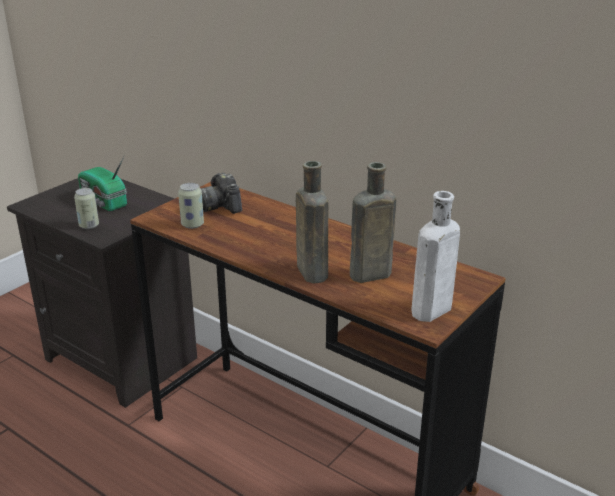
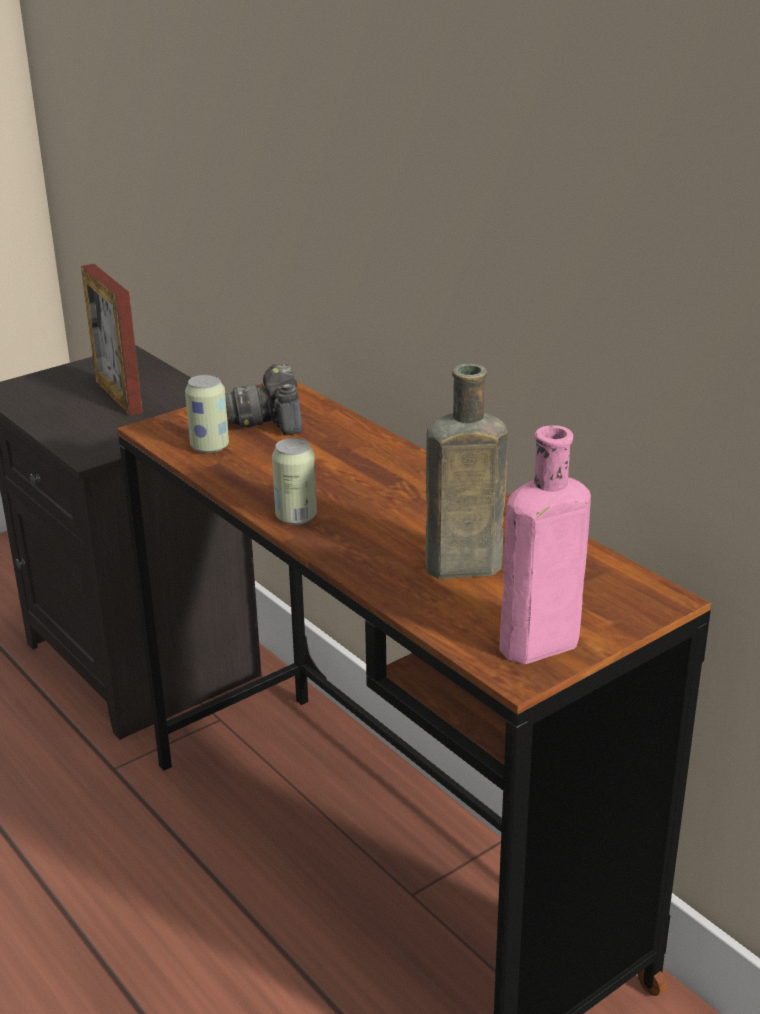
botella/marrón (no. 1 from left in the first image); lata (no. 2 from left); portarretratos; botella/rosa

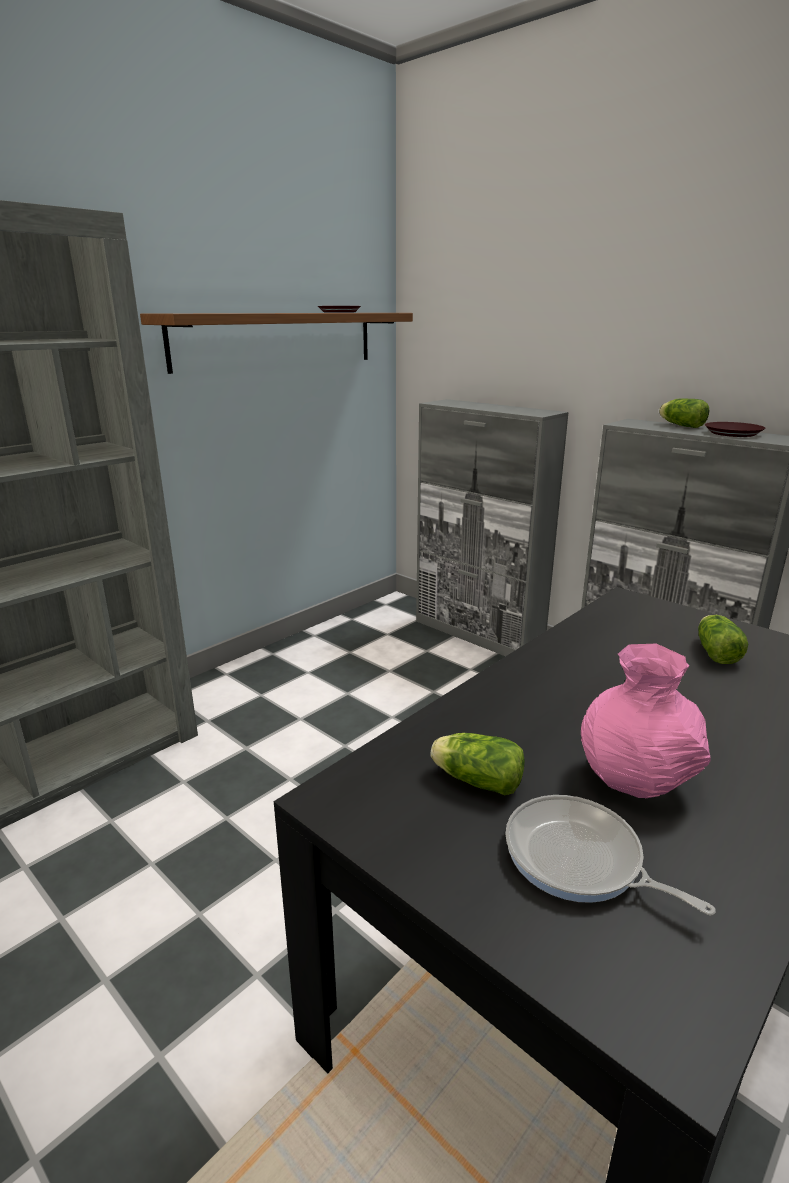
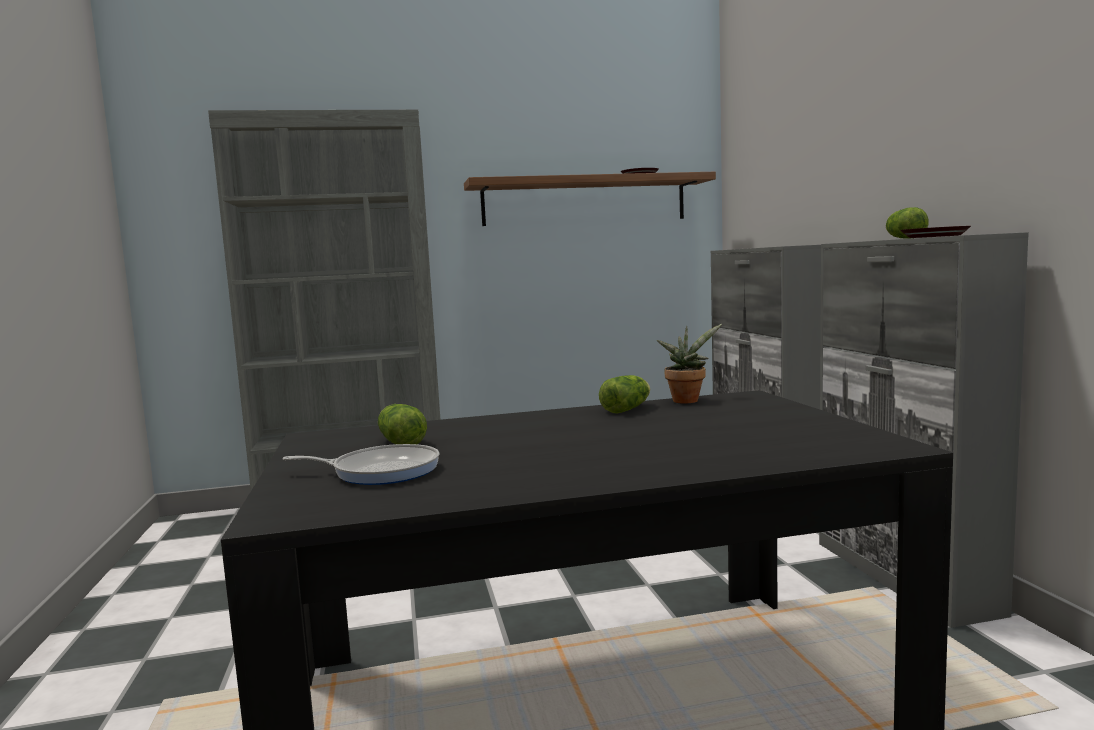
florero/rosa; planta en maceta; lechuga (no. 2 from left); sartén

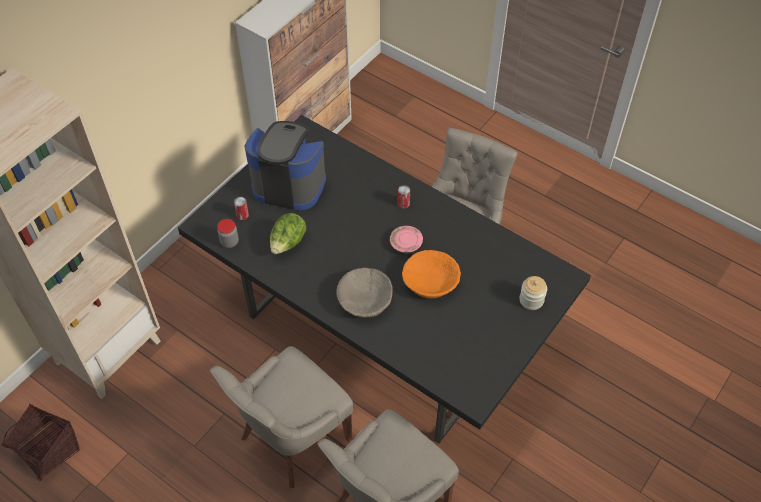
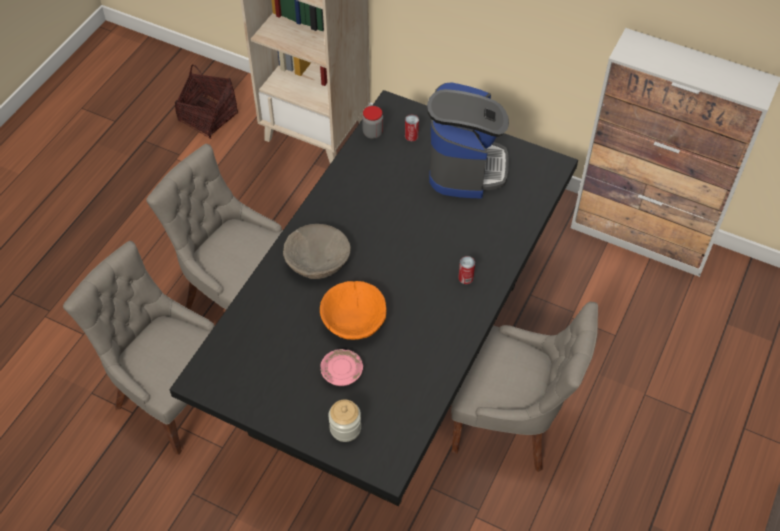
lechuga; plato/rosa

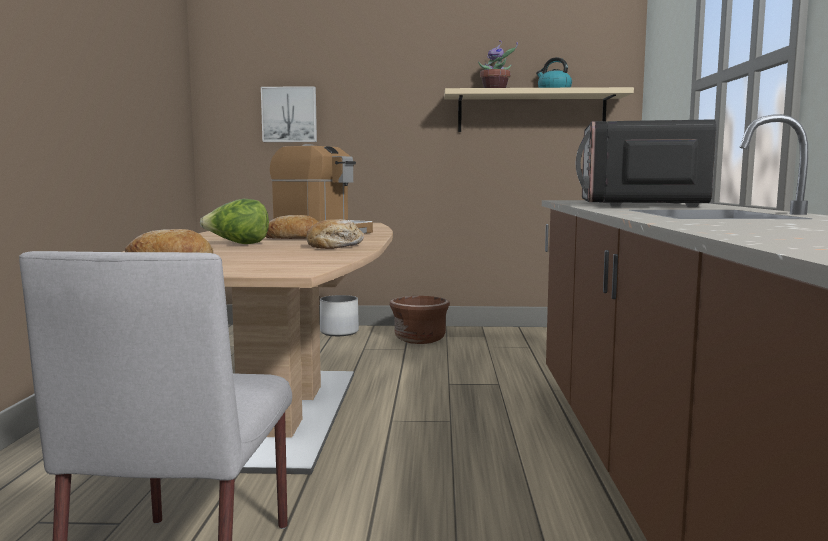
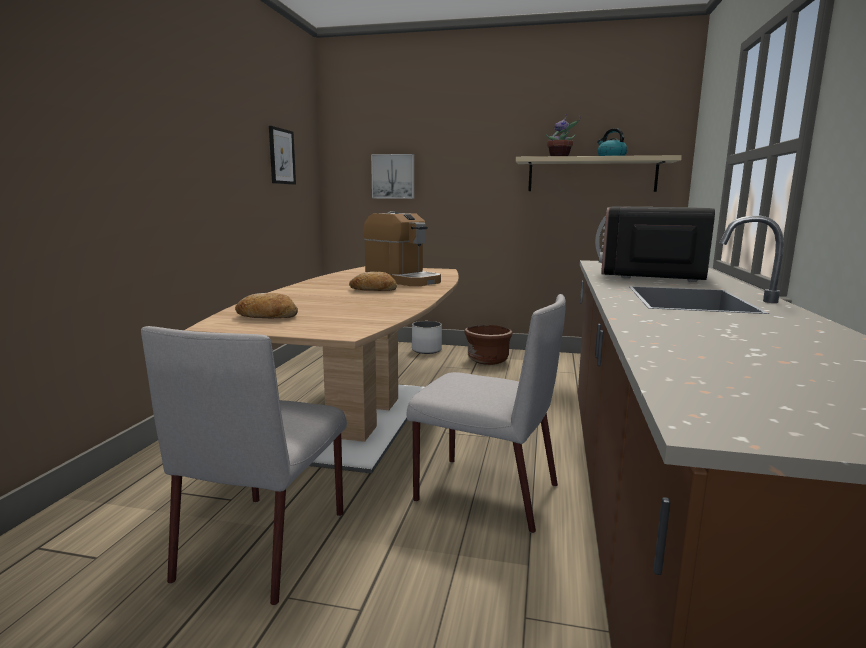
lechuga; pan (no. 3 from left in the first image); cuadro (no. 1 from left); silla/gris (no. 2 from left)

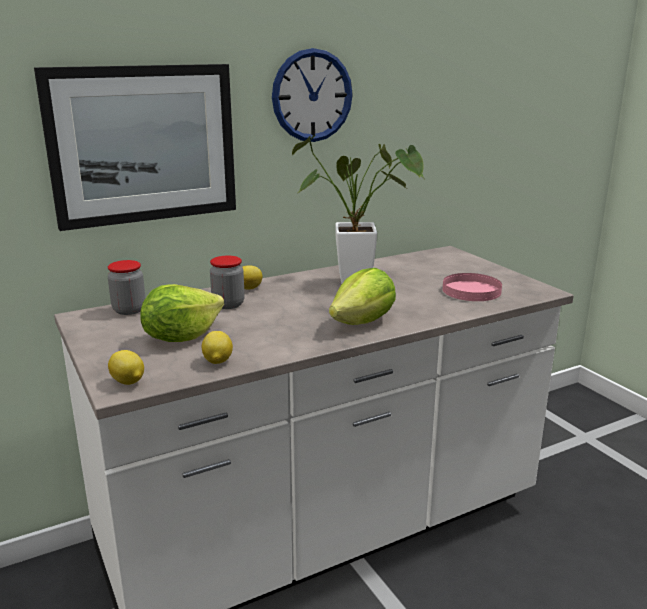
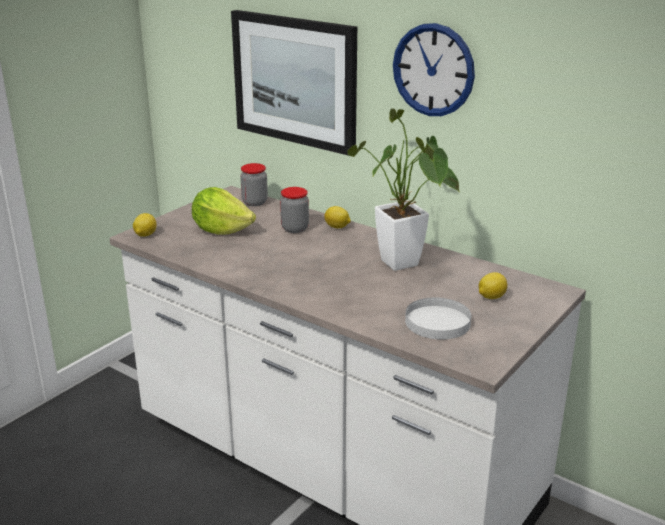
lechuga (no. 2 from left in the first image); limón (no. 3 from left); plato/blanco

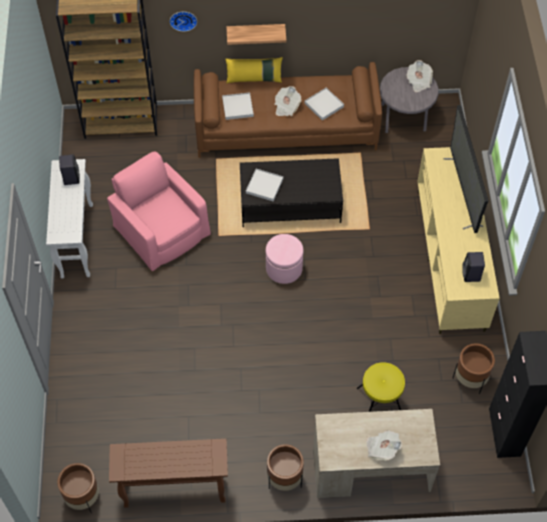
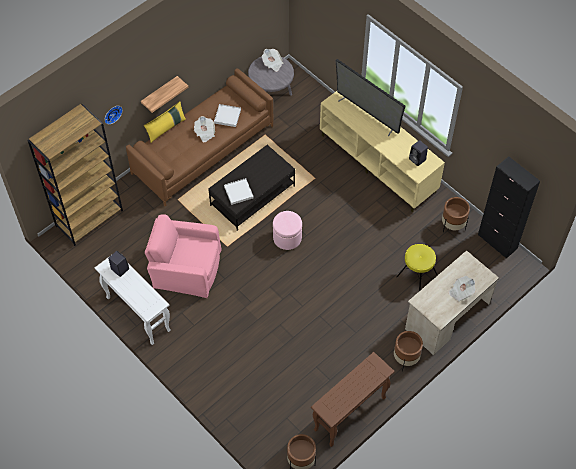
bandeja/blanco (no. 1 from left in the first image)

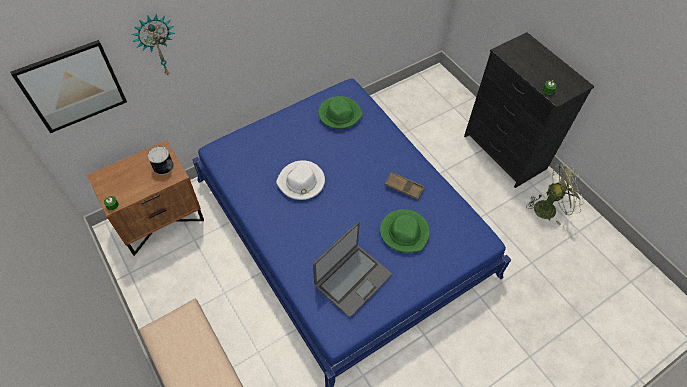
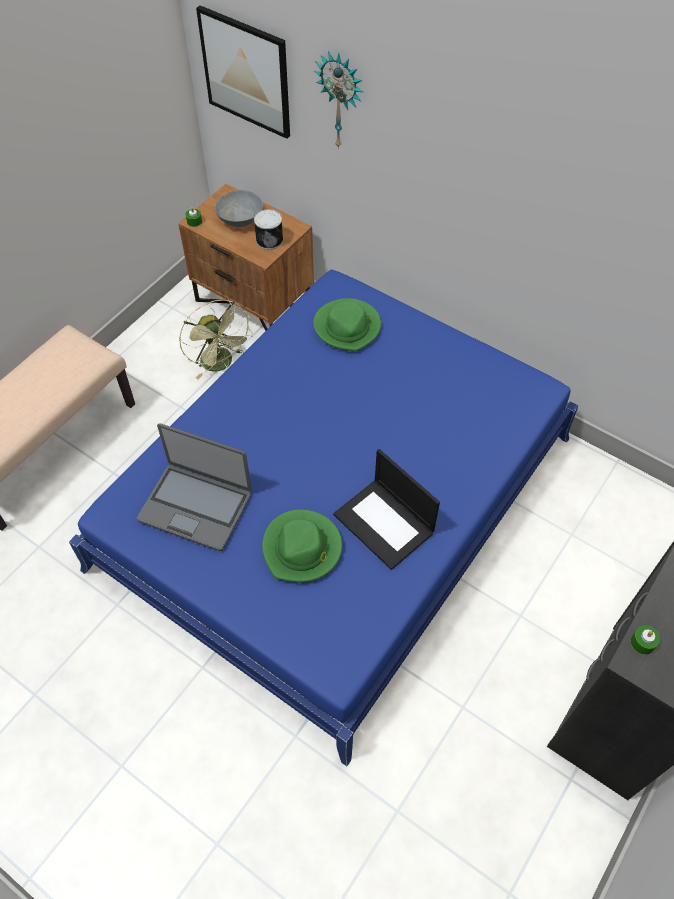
sombrero/blanco; cuenco/gris; sombrero/verde (no. 2 from left); ventilador/verde; portátil (no. 2 from left)

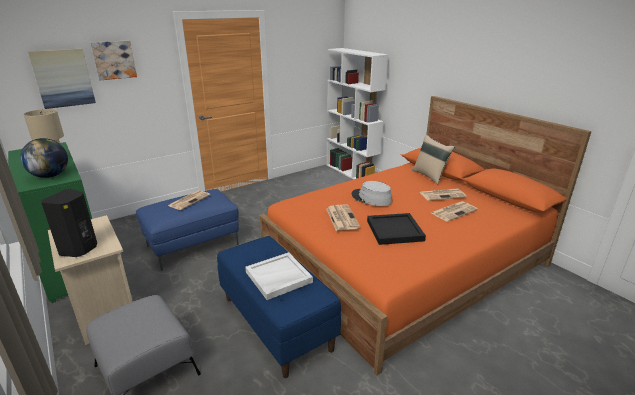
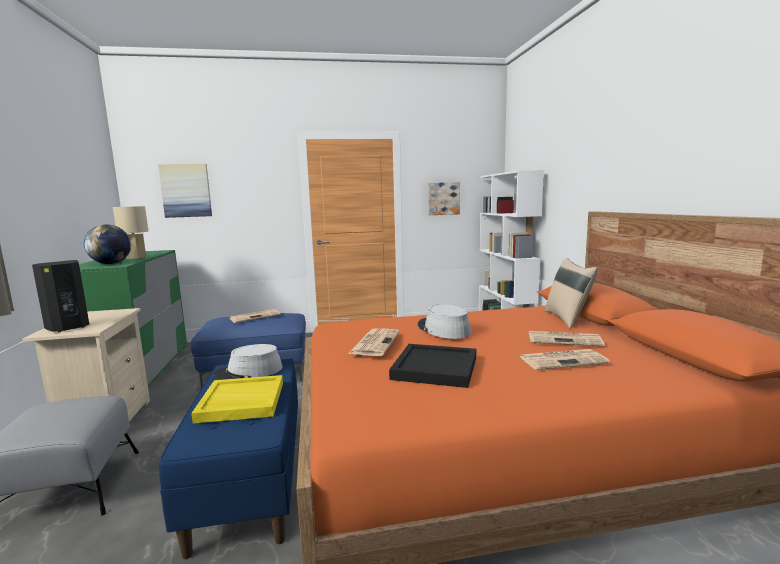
sombrero/gris (no. 1 from left); cuadro (no. 2 from left); bandeja/amarillo

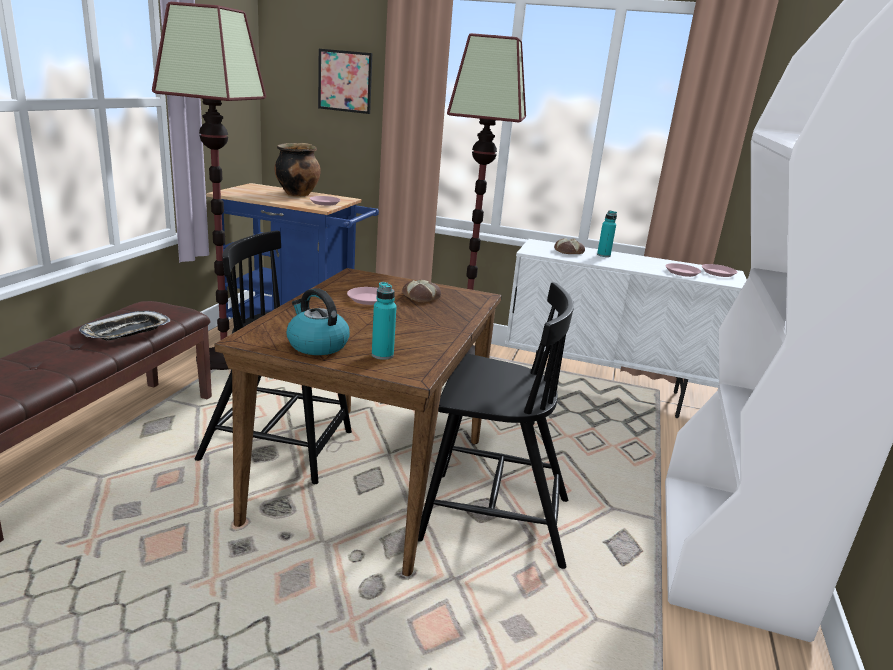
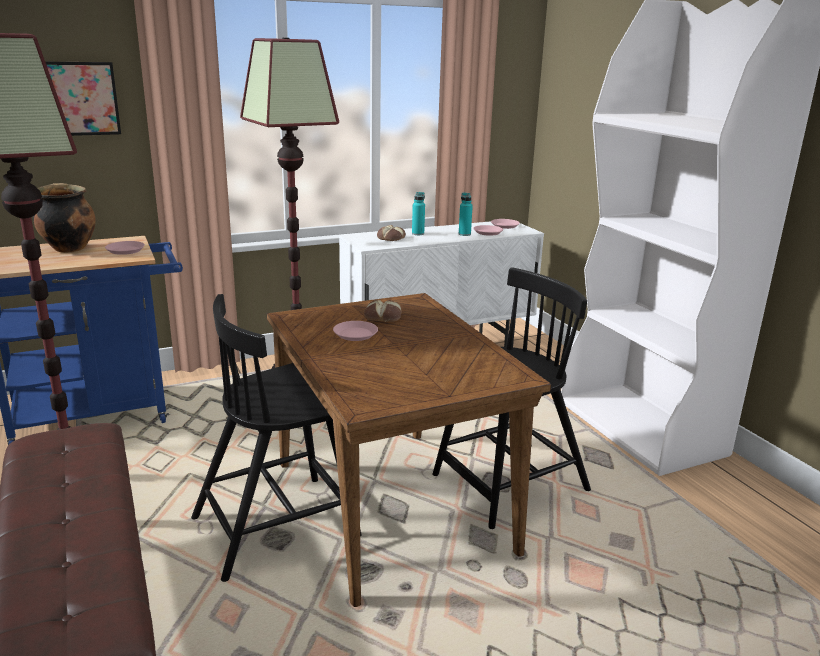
bandeja; hervidor; botella/turquesa (no. 2 from left)

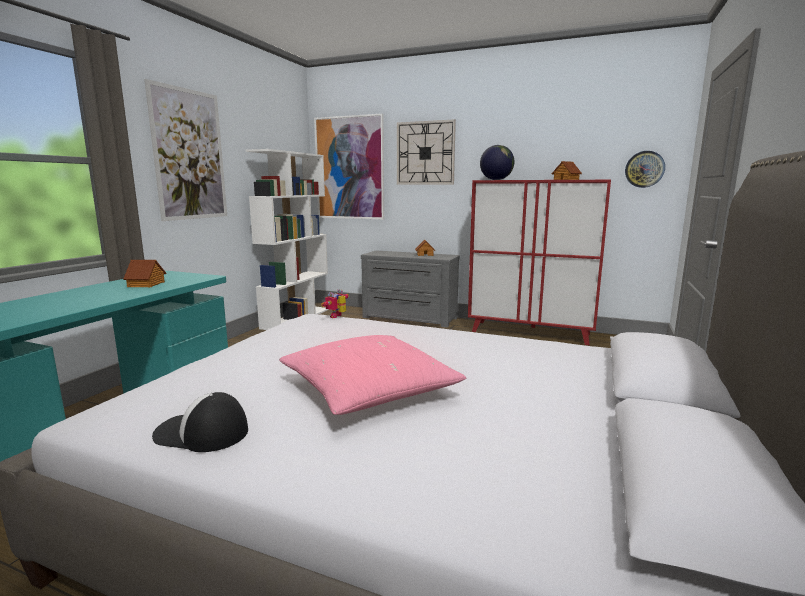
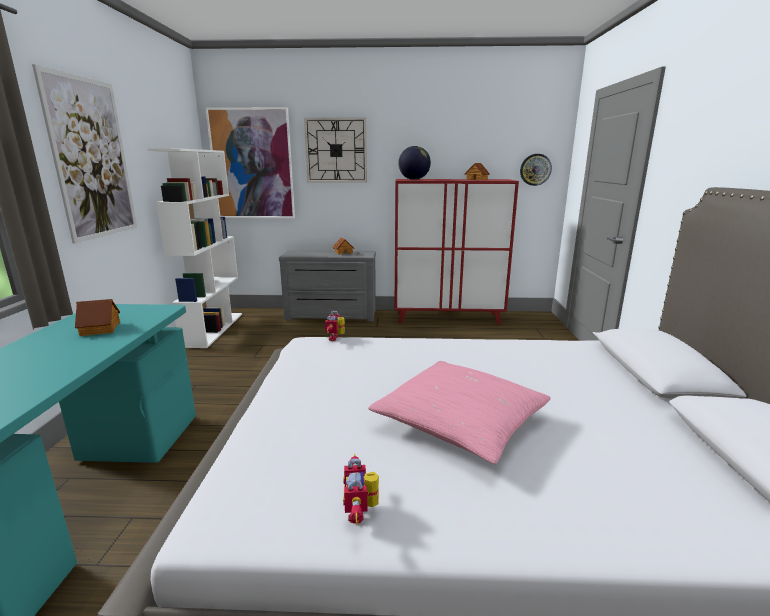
robot de juguete (no. 2 from left)

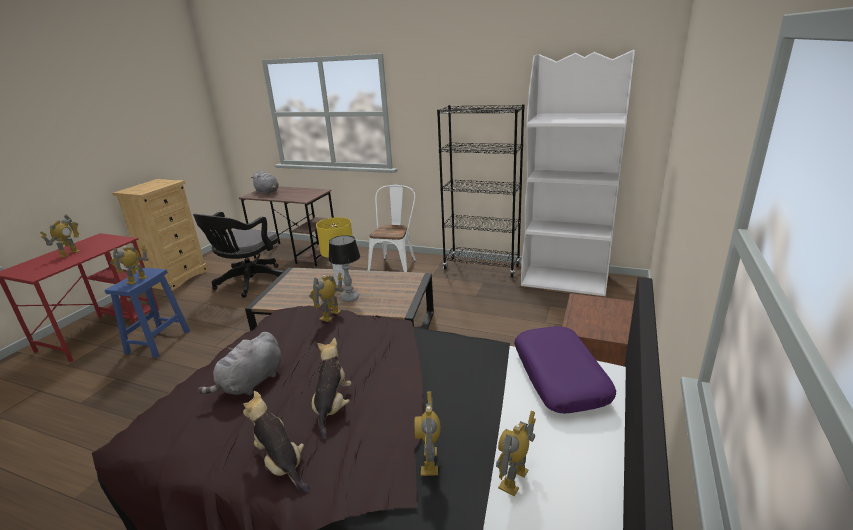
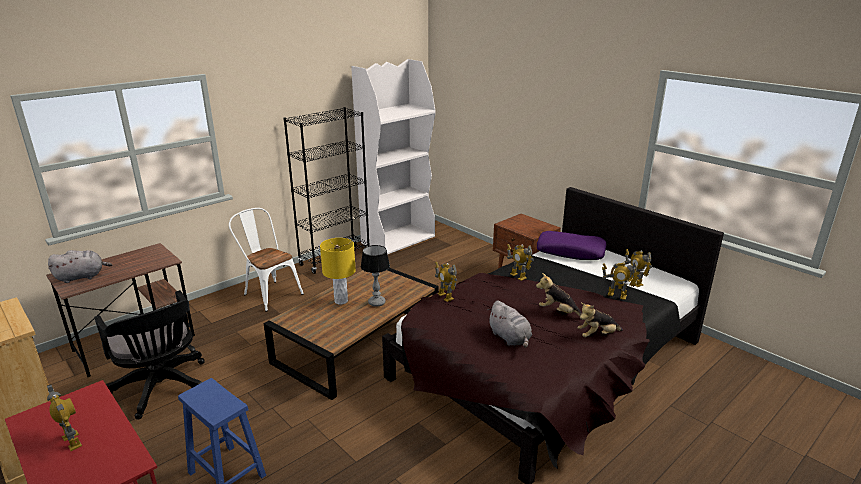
robot de juguete (no. 3 from left)

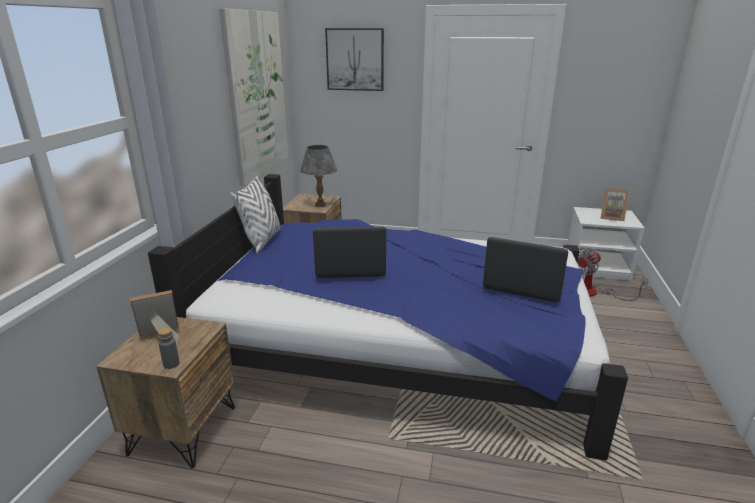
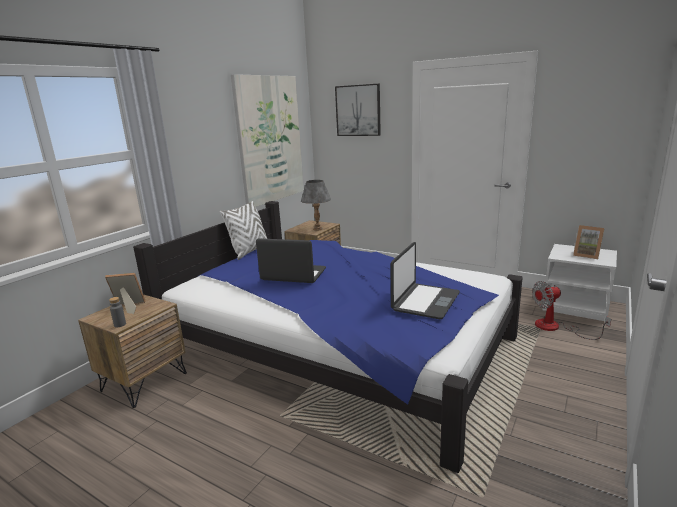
portátil (no. 2 from left)

